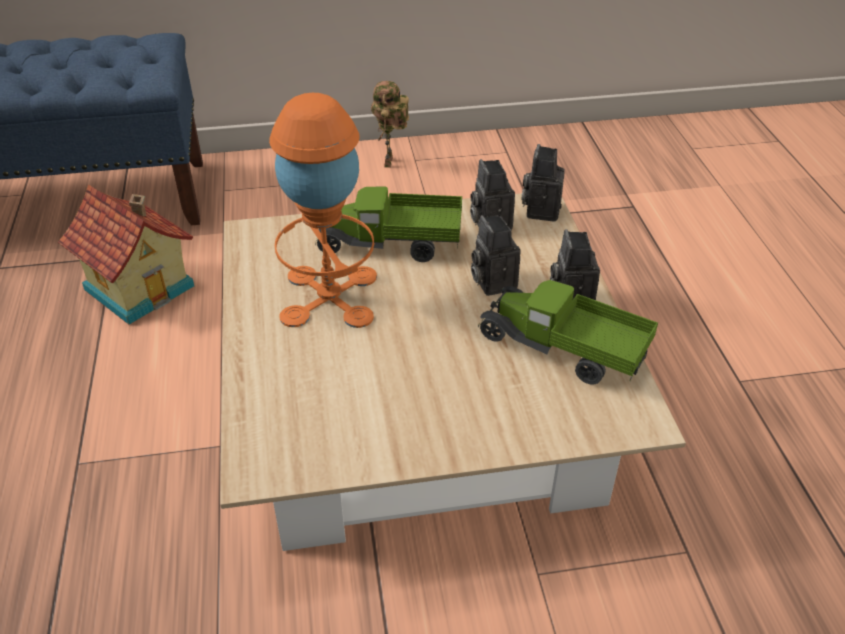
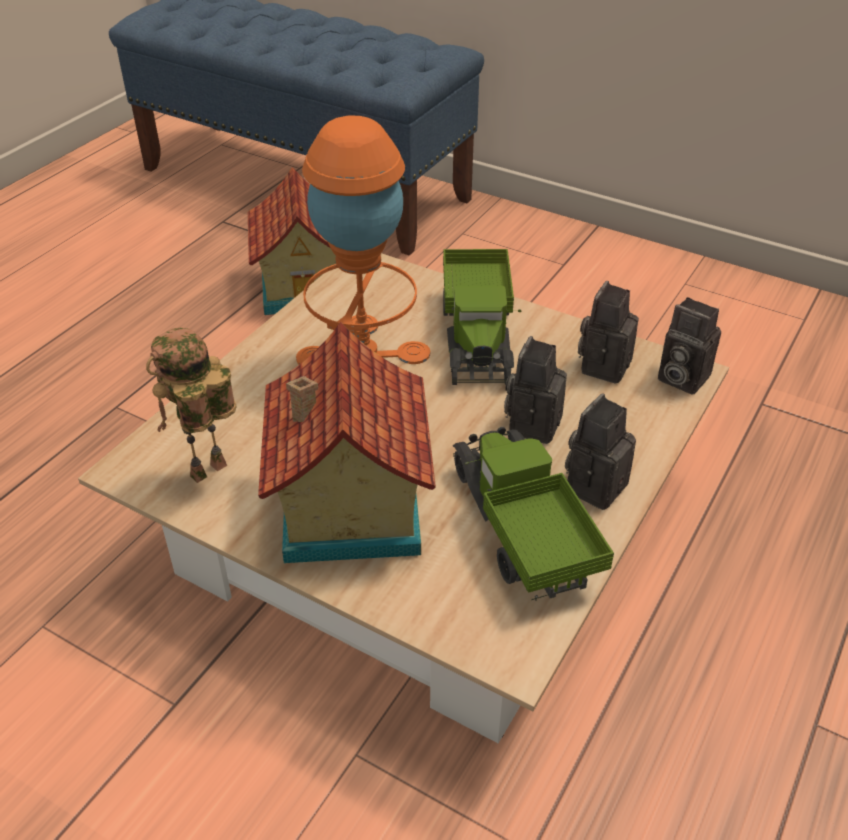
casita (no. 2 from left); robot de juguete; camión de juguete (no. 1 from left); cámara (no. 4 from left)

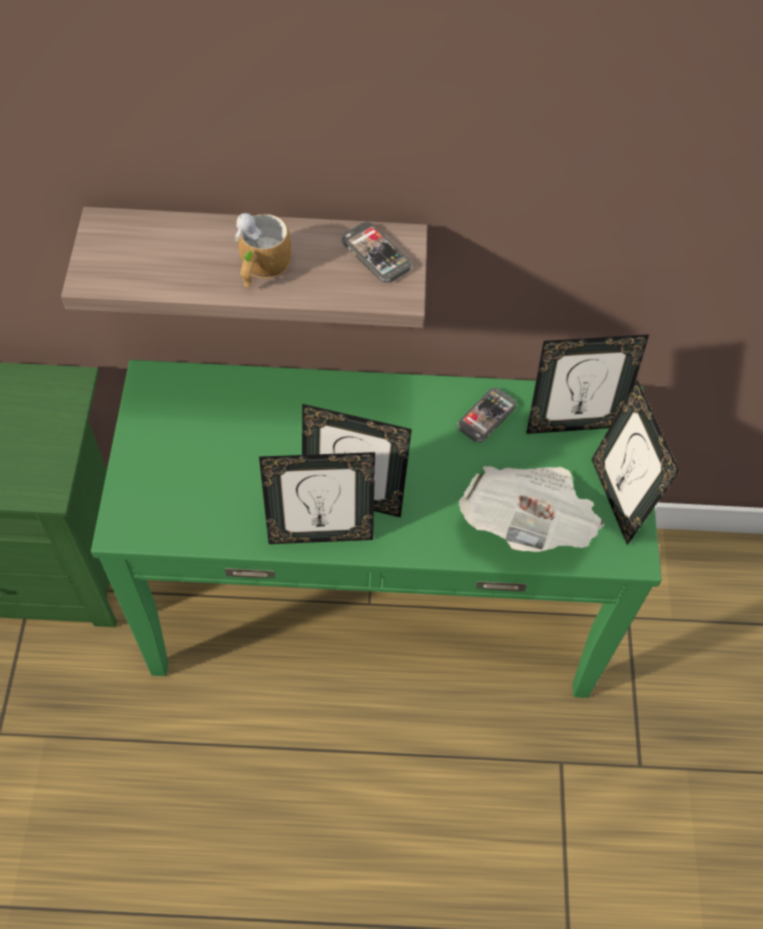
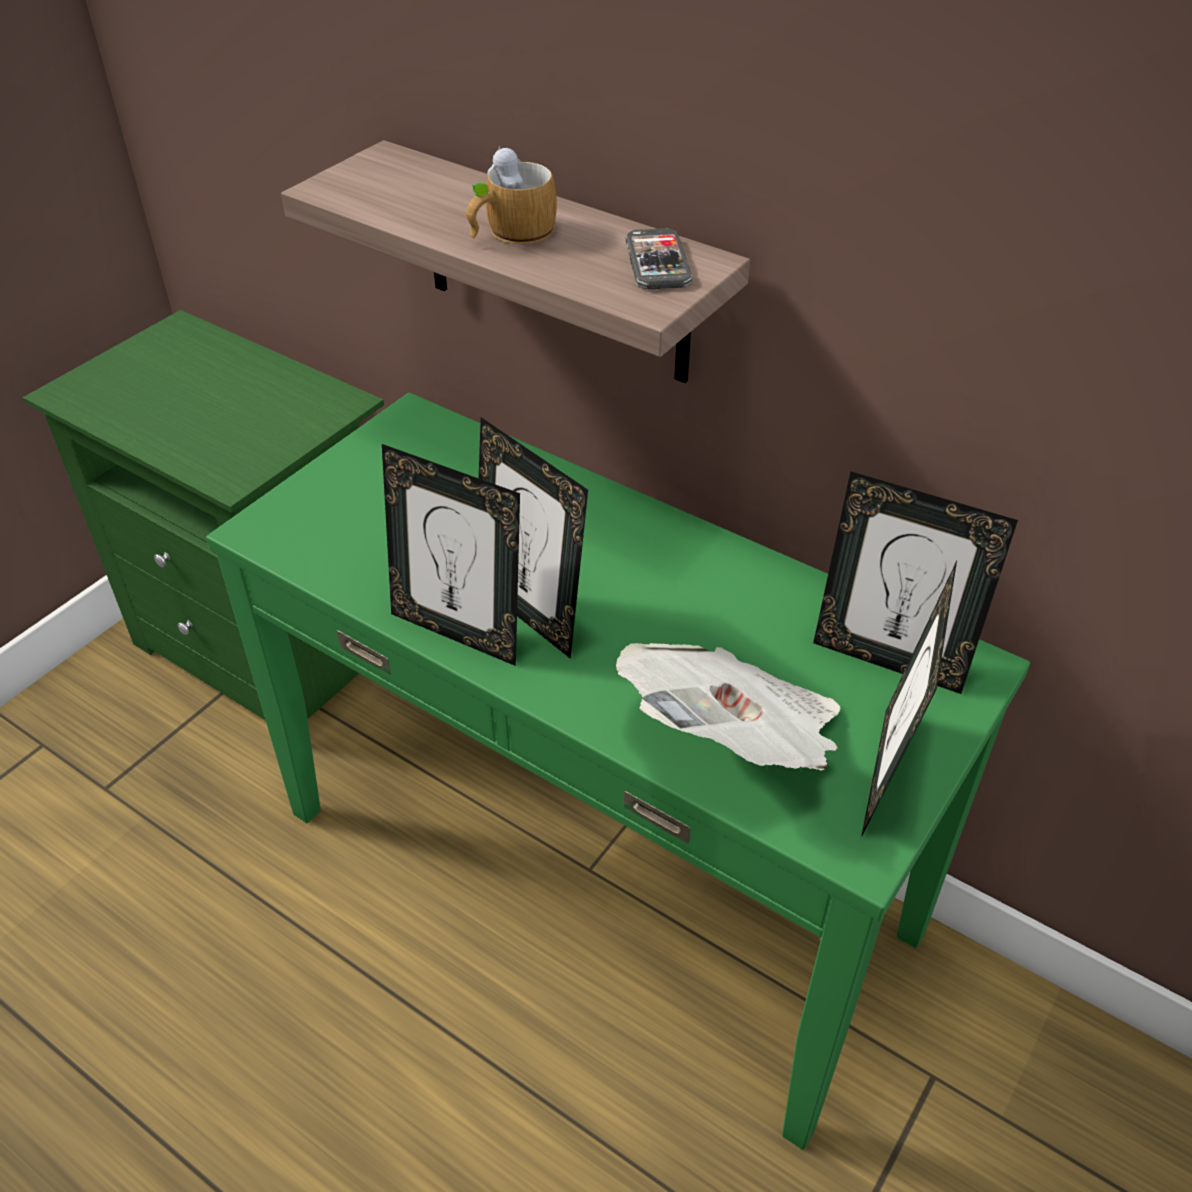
móvil (no. 2 from left in the first image)

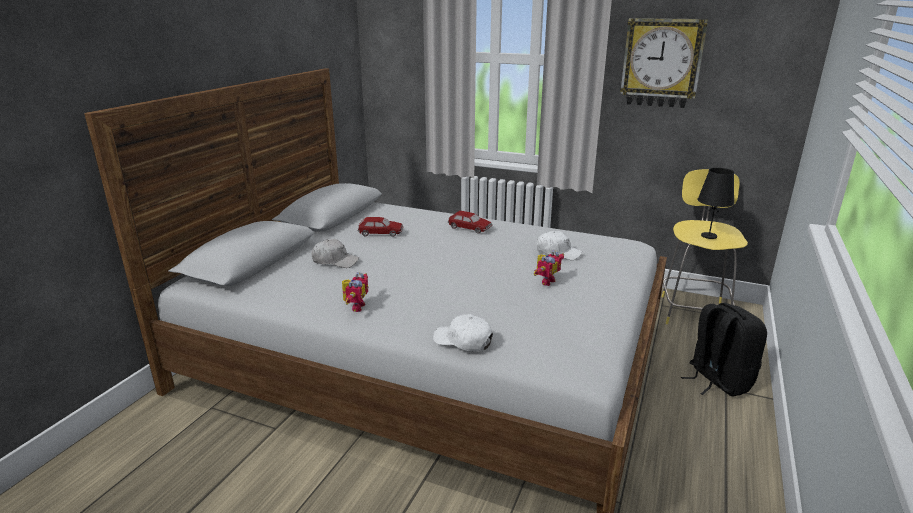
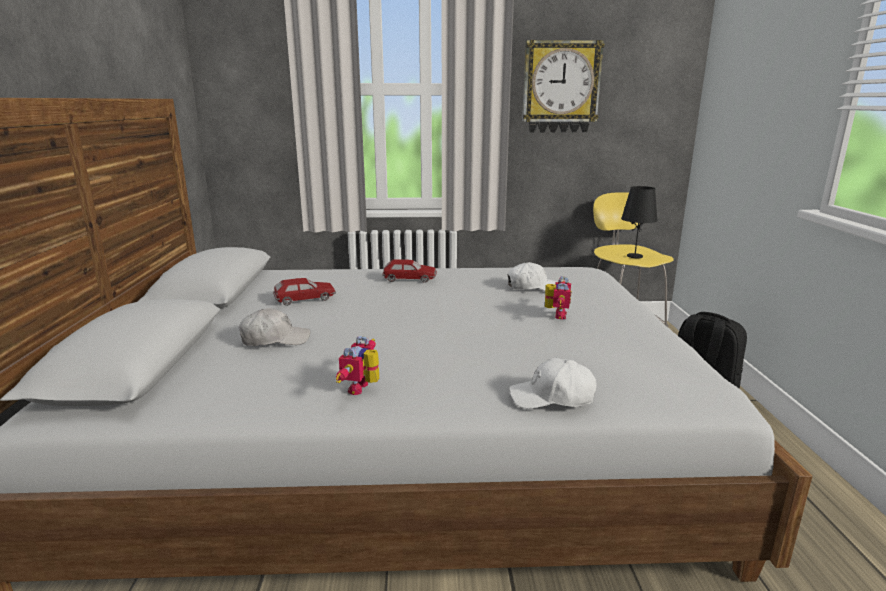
robot de juguete (no. 1 from left)

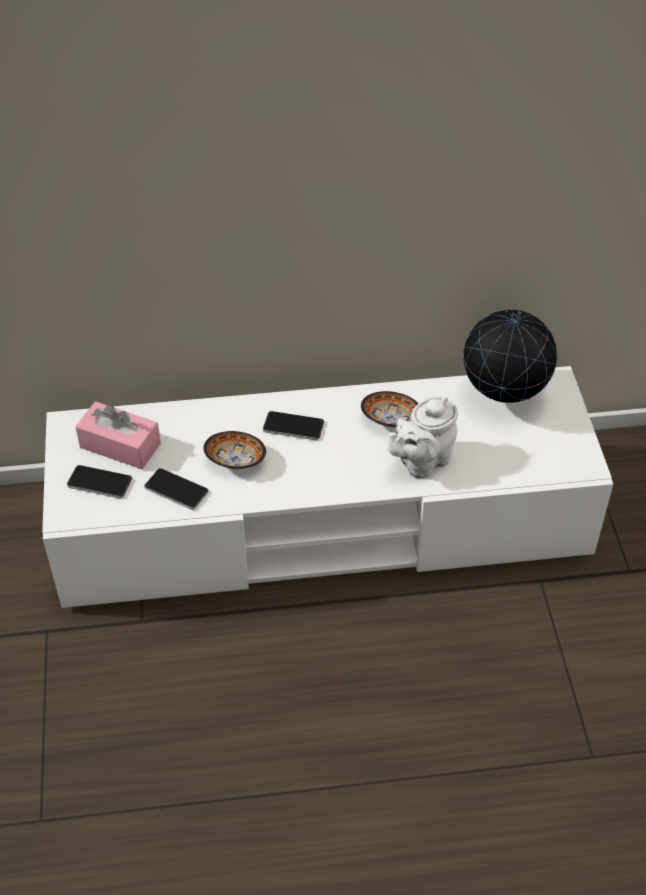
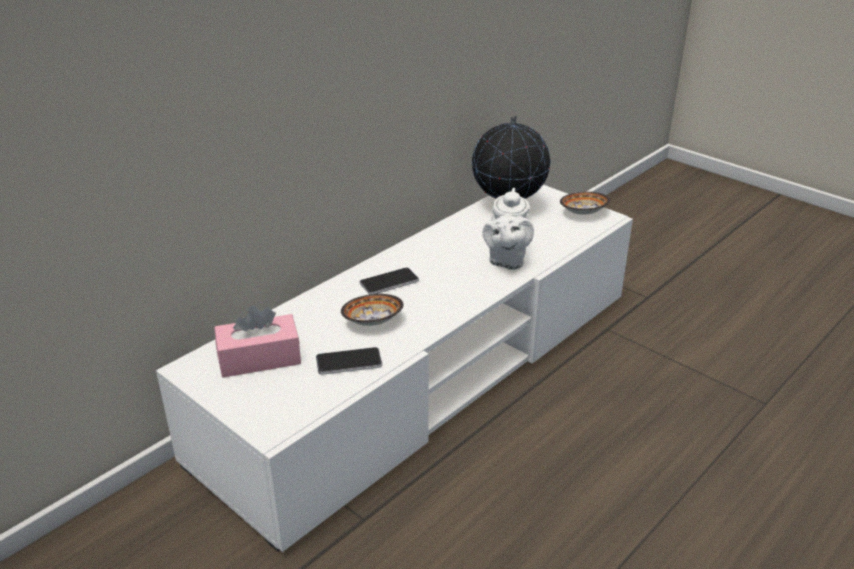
móvil (no. 1 from left in the first image); cuenco (no. 2 from left)

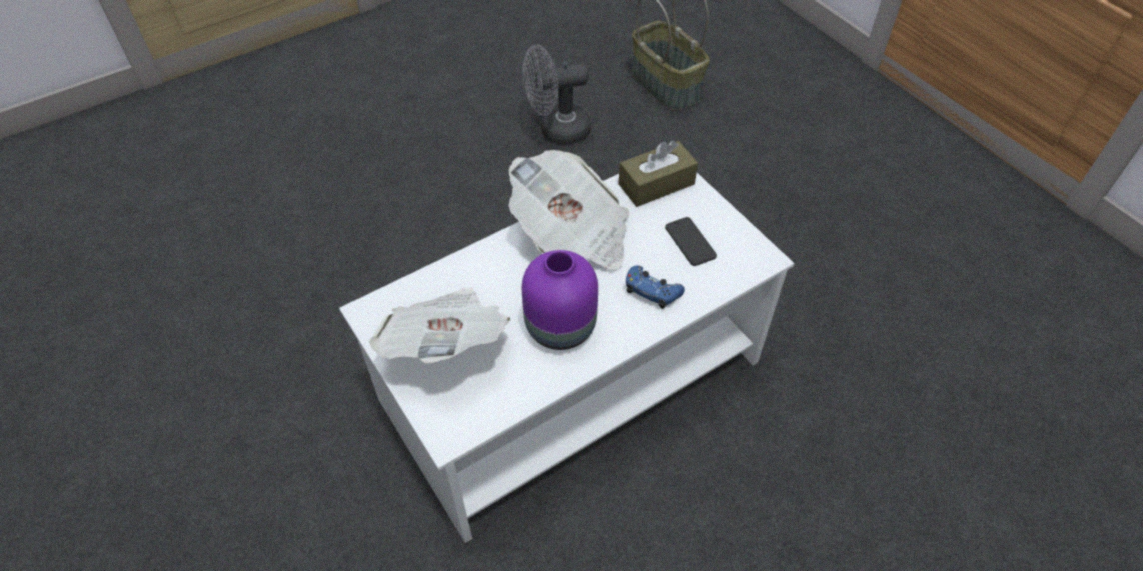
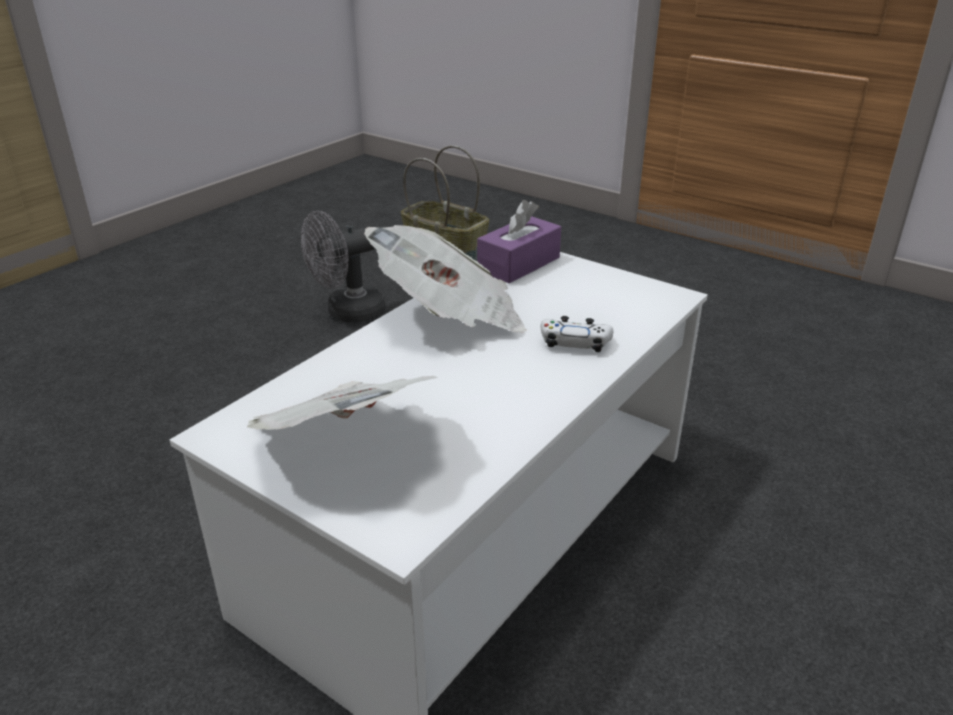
florero/morado; móvil; caja de pañuelos/morado; mando de consola/blanco

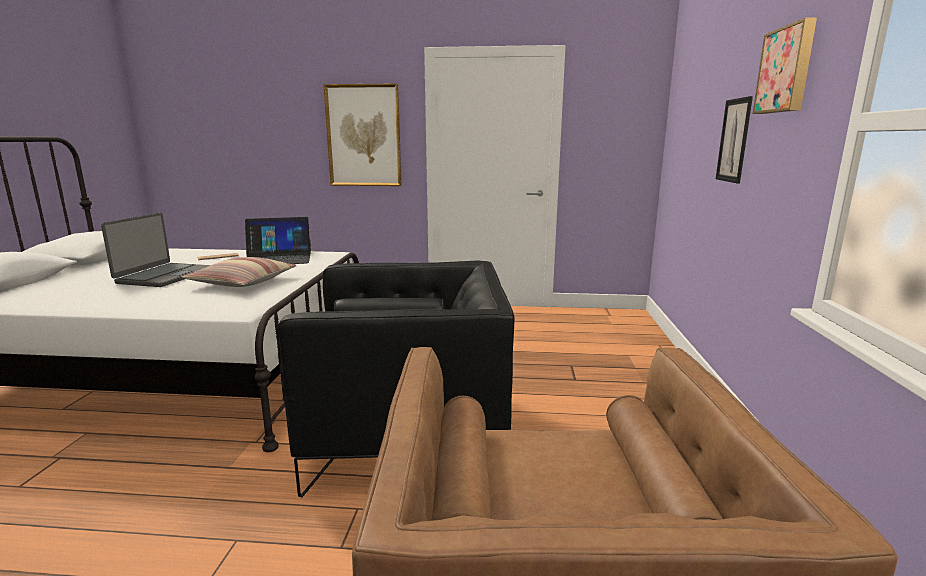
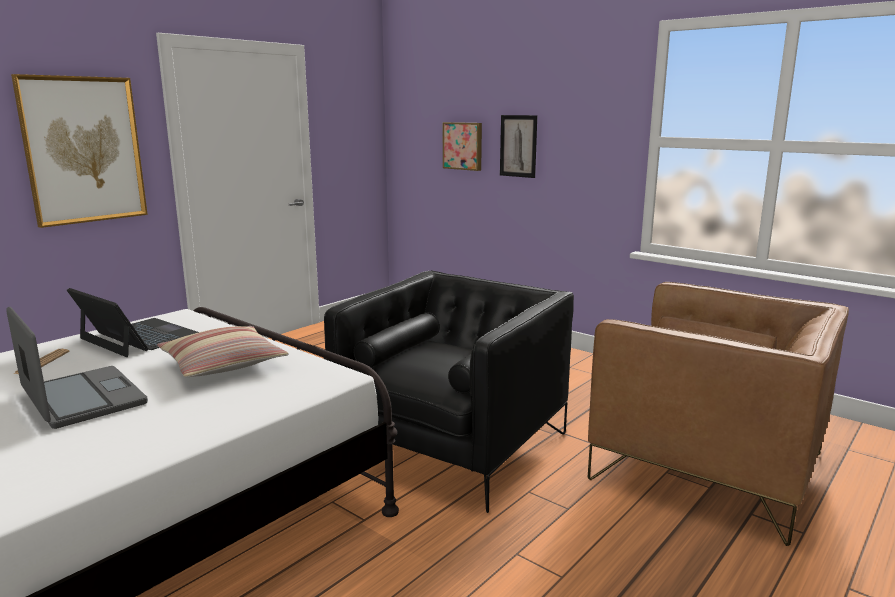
cuadro (no. 2 from left); portátil (no. 2 from left)

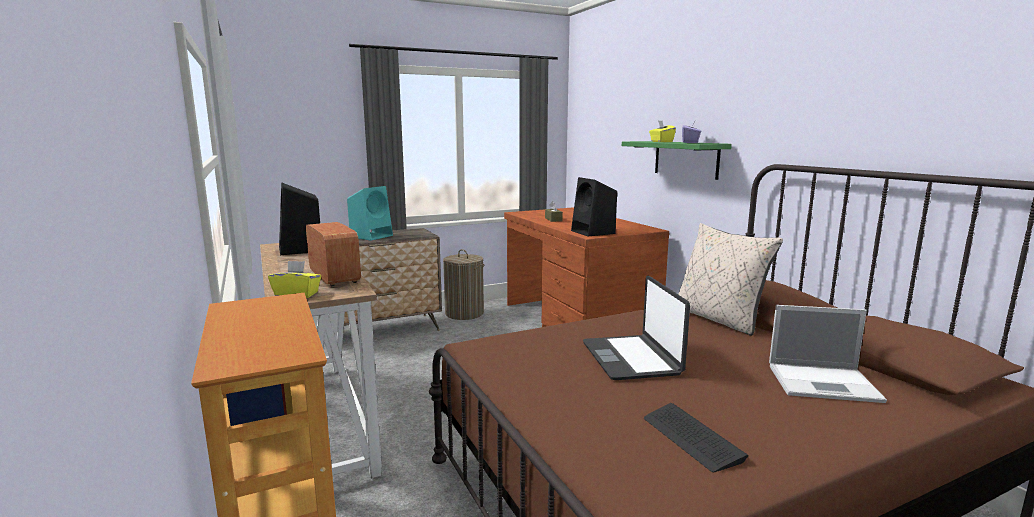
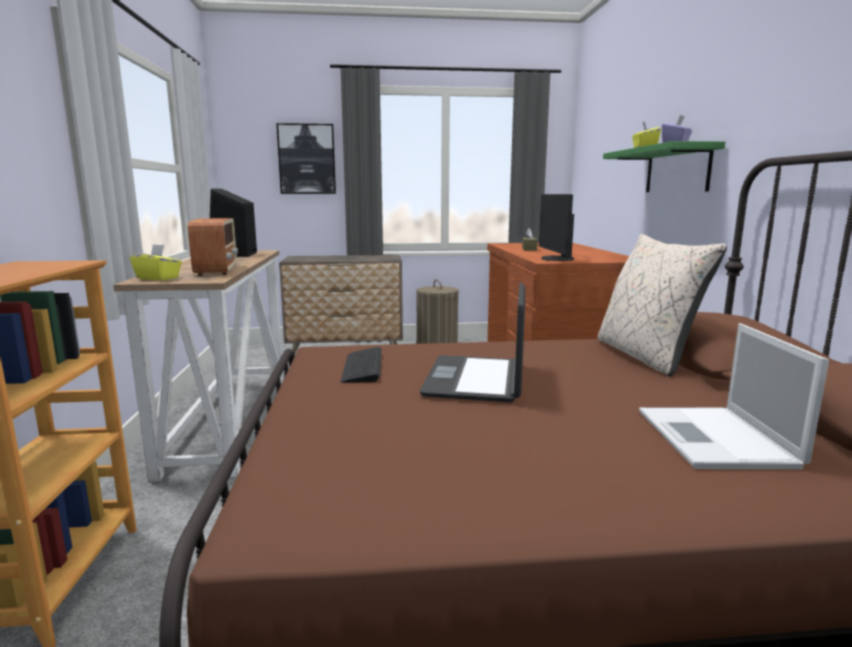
altavoz/turquesa; cuadro; teclado; monitor; portátil (no. 2 from left)

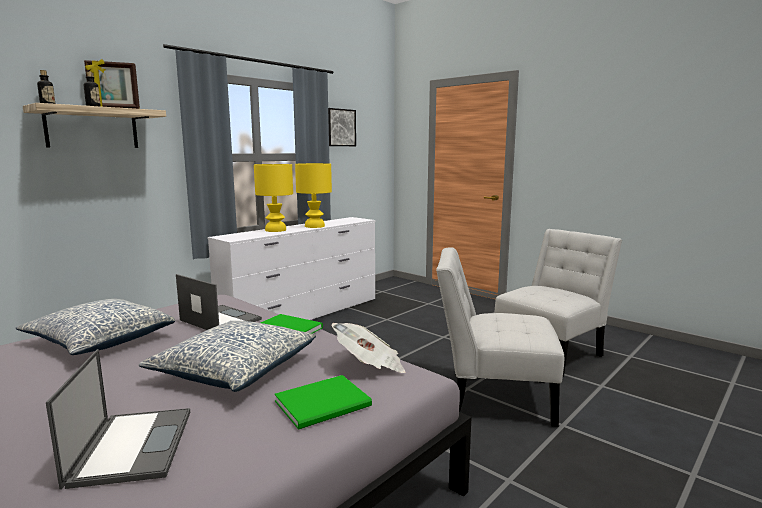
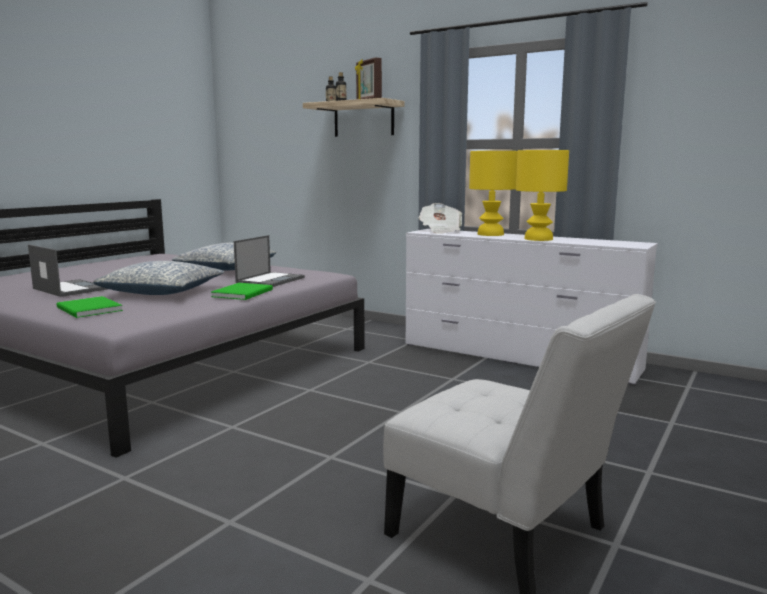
cuadro; silla/blanco (no. 1 from left in the first image); periódico; portátil (no. 1 from left)

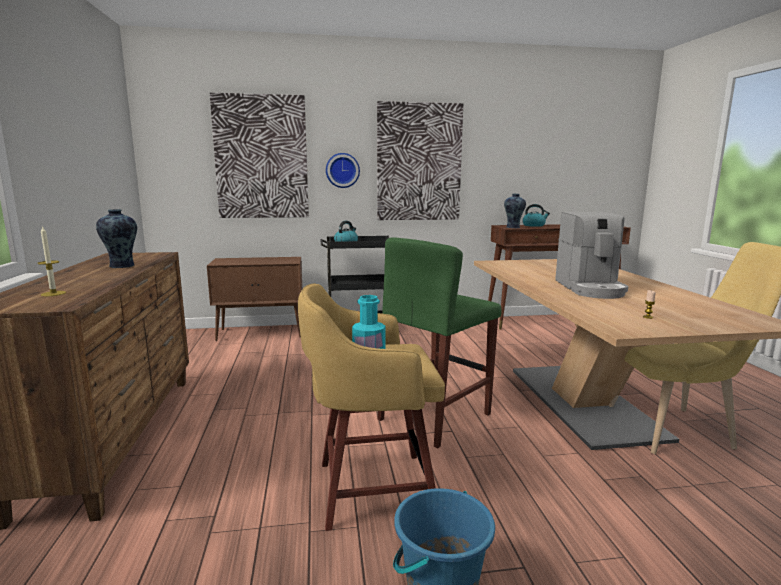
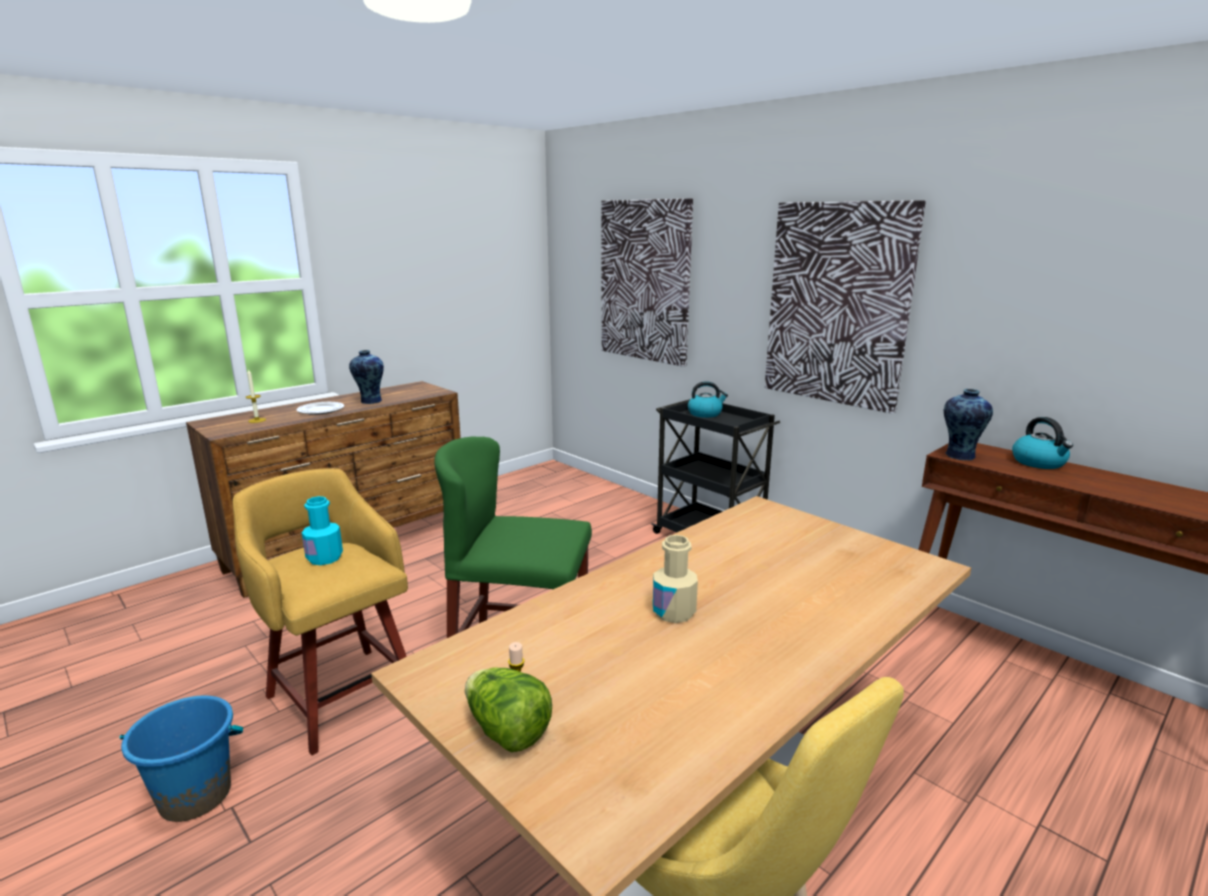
armario/marrón; reloj de pared; plato; lechuga; botella/beis

